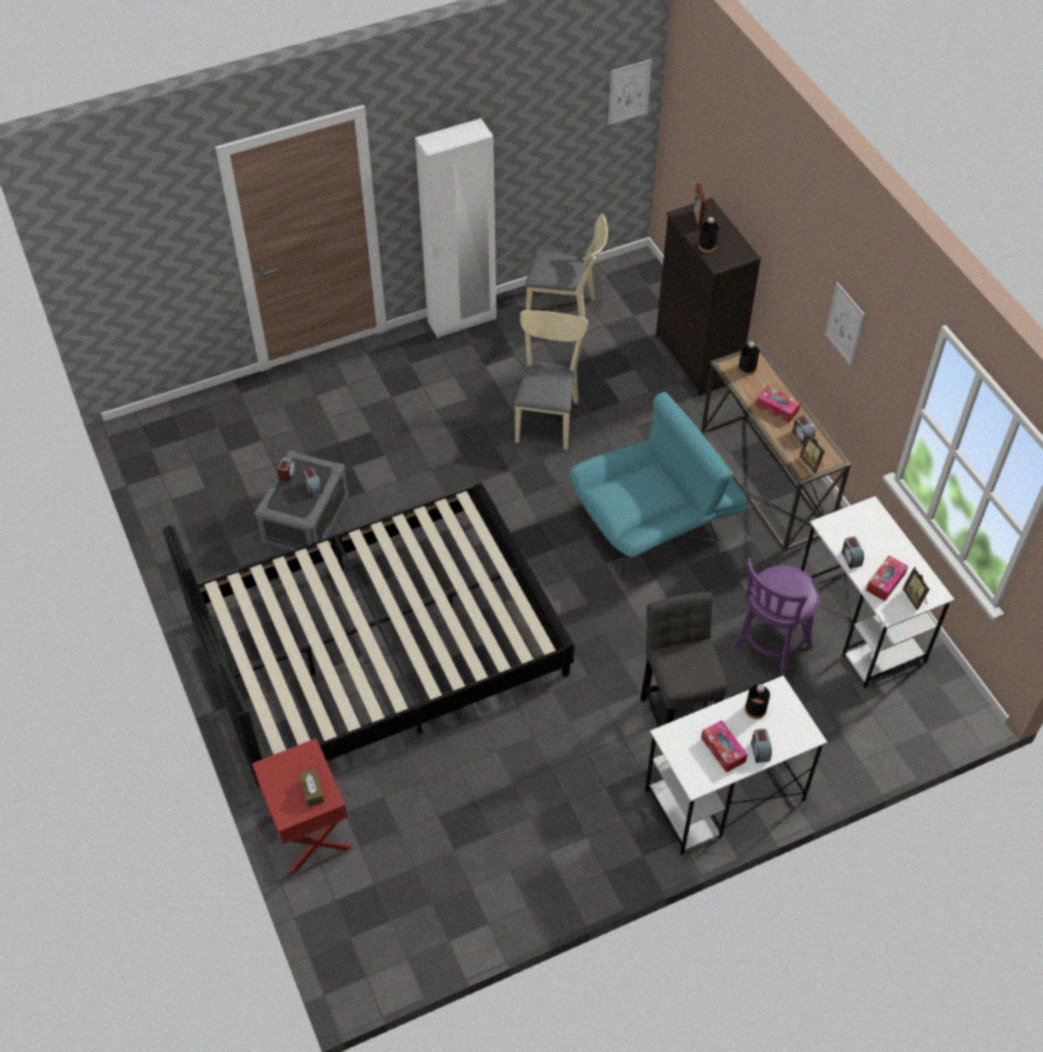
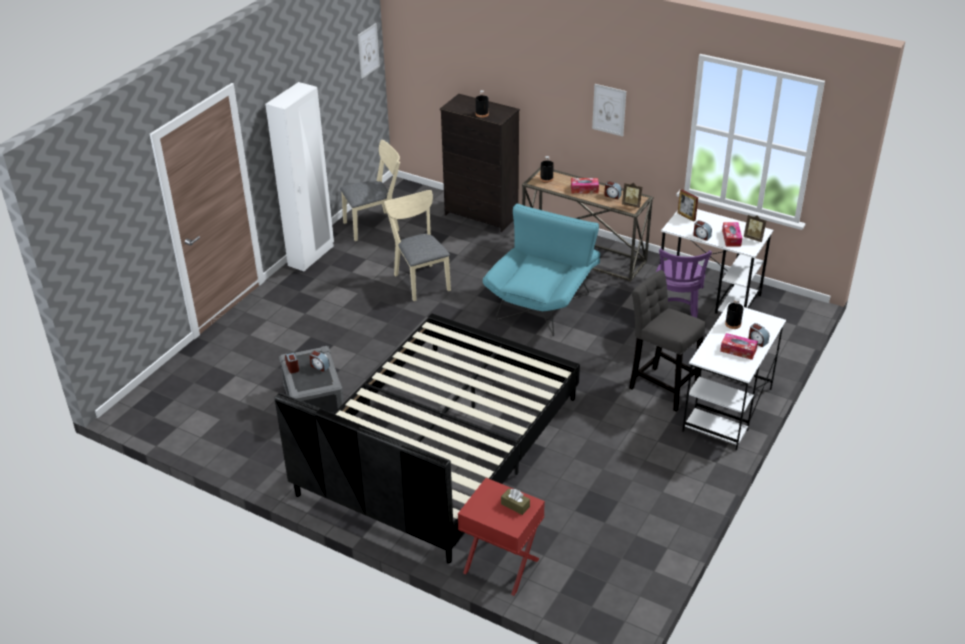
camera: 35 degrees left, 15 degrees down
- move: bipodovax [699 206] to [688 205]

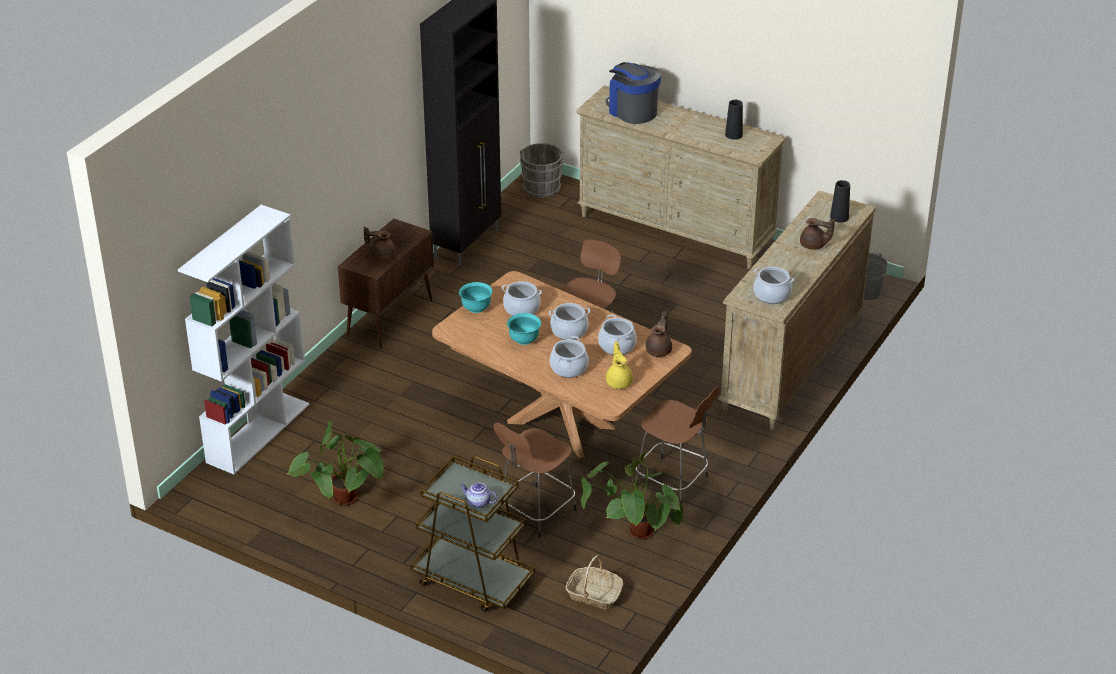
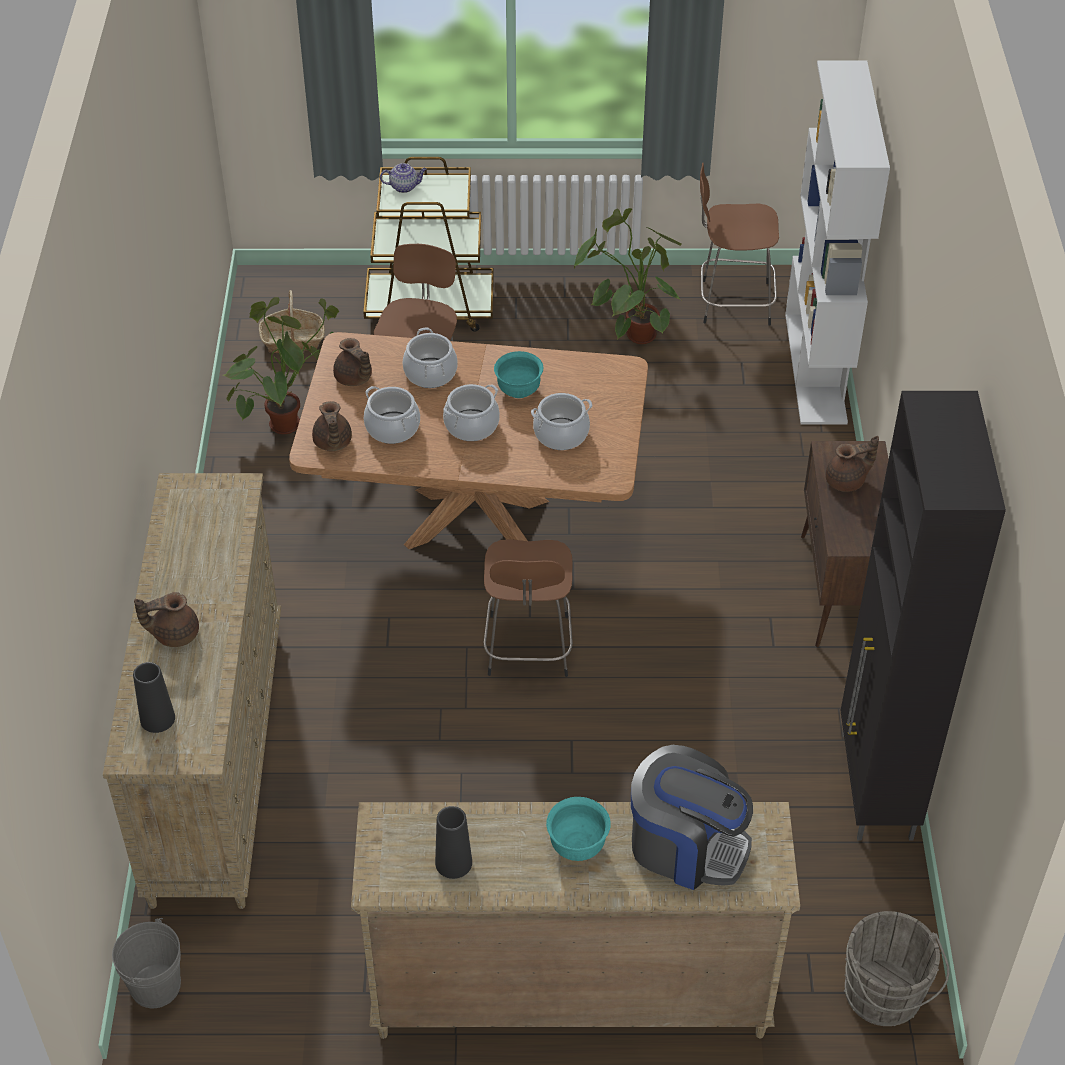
camera: 150 degrees right, 10 degrees up
- delete: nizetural [774 285]
- move: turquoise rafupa [476 297] to [578 829]
- recolor: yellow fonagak [619 365] to brown fonagak [352 362]
- move: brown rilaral [676 446] to [739 244]

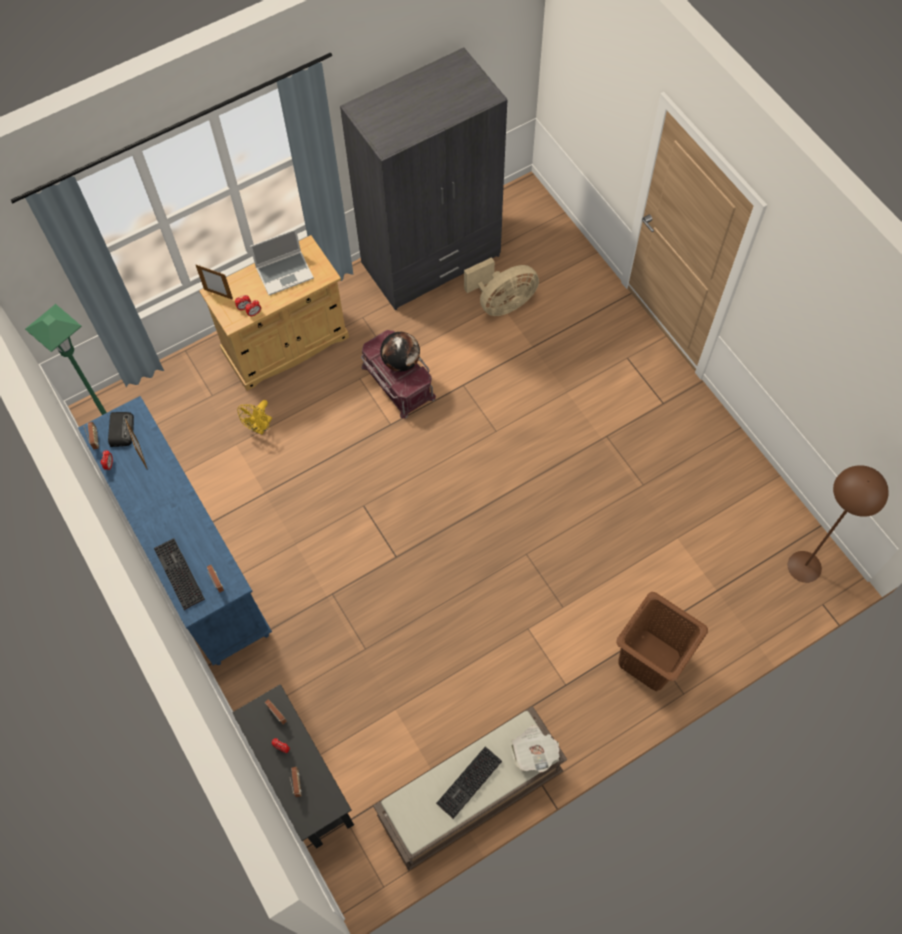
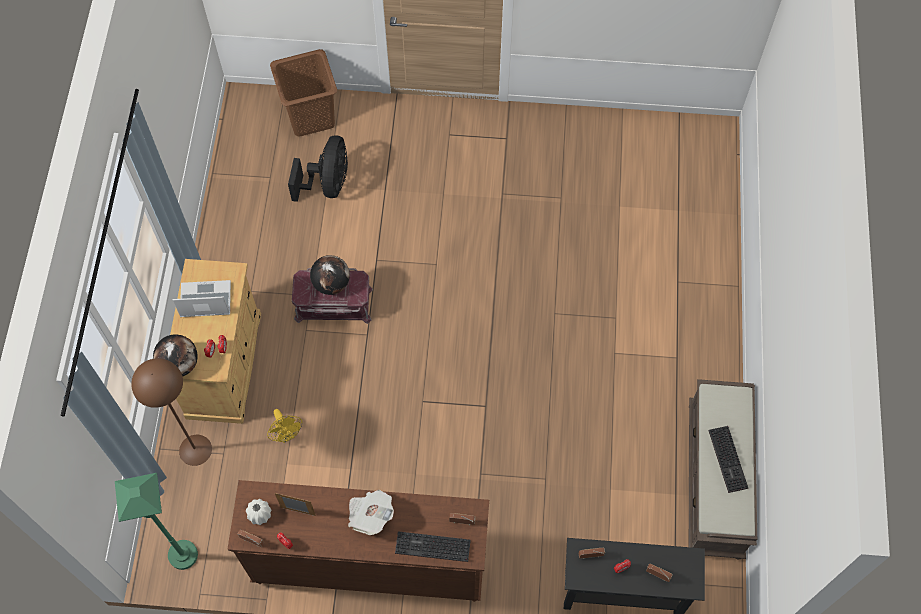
camera: 55 degrees left, 0 degrees up
- delete: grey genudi [423 178]
- rotate: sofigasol [282 262] = [201 298] 105 degrees counterclockwise
- recolor: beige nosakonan [501 286] to black nosakonan [318 168]
- replace: bipodovax [214 282] to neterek [175 355]
- recolor: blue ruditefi [175 530] to brown ruditefi [358 541]
- replace: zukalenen [121 429] to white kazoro [258 512]
- move: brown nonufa [838 524] to [171 412]
- move: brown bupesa [662 641] to [303 93]
- move: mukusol [535 749] to [371 512]

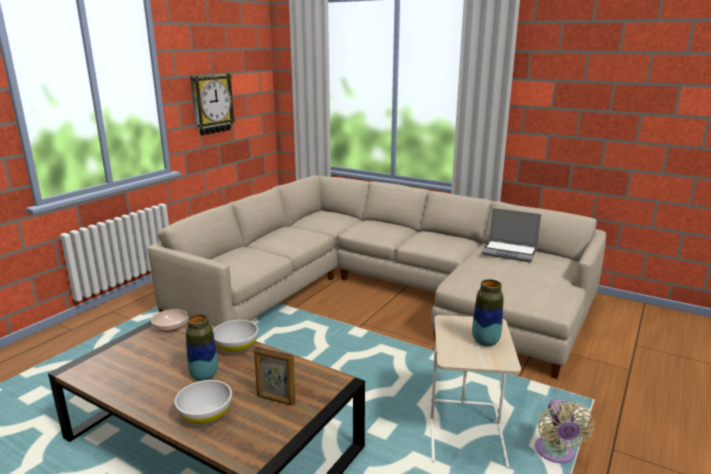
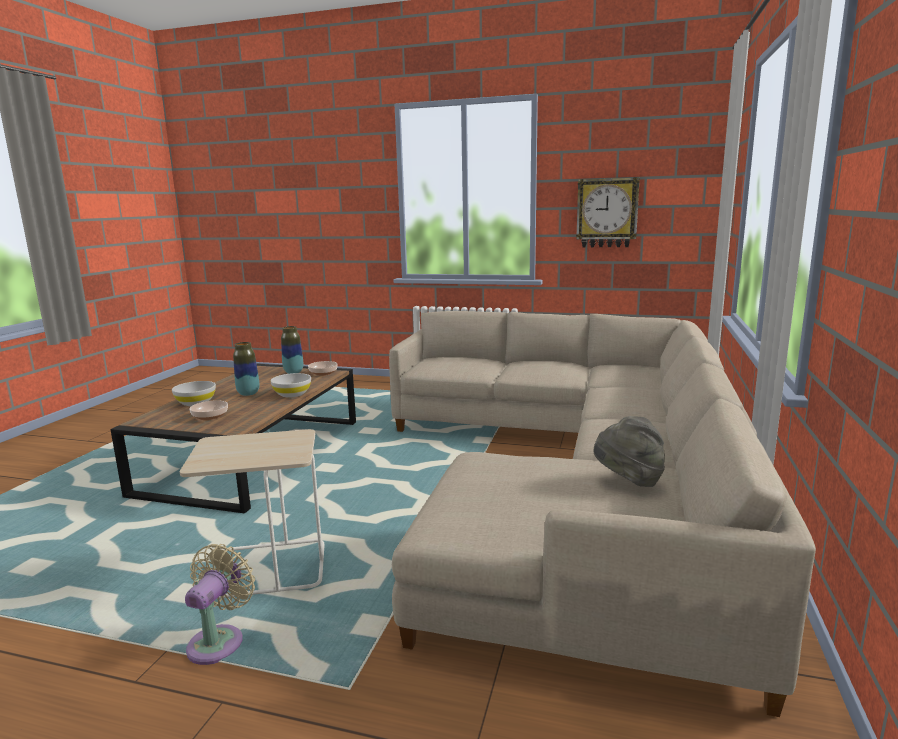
camera: 75 degrees right, 5 degrees down
- replace: sofigasol [511 235] to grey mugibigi [629 451]
- move: kazoro [488 312] to [292 350]
- replace: bipodovax [275 376] to rafupa [208 410]
- rotate: beige nosakonan [564 431] = [220 604] 120 degrees clockwise

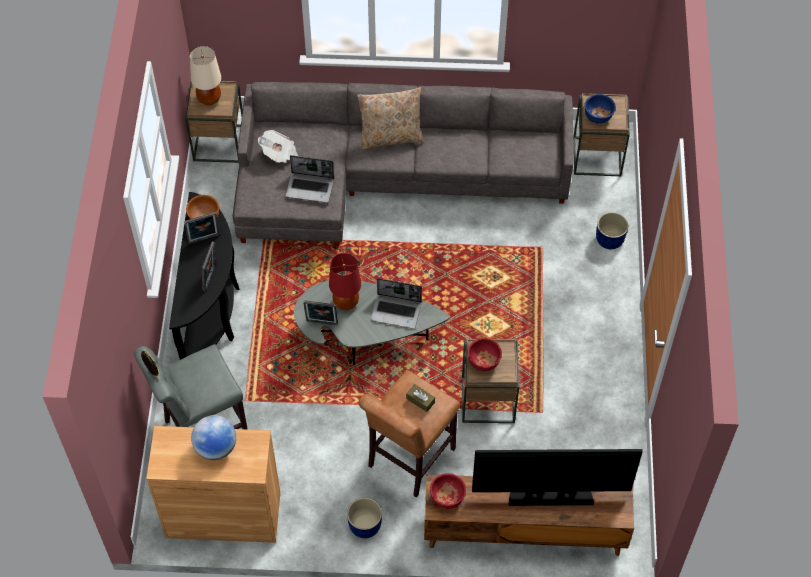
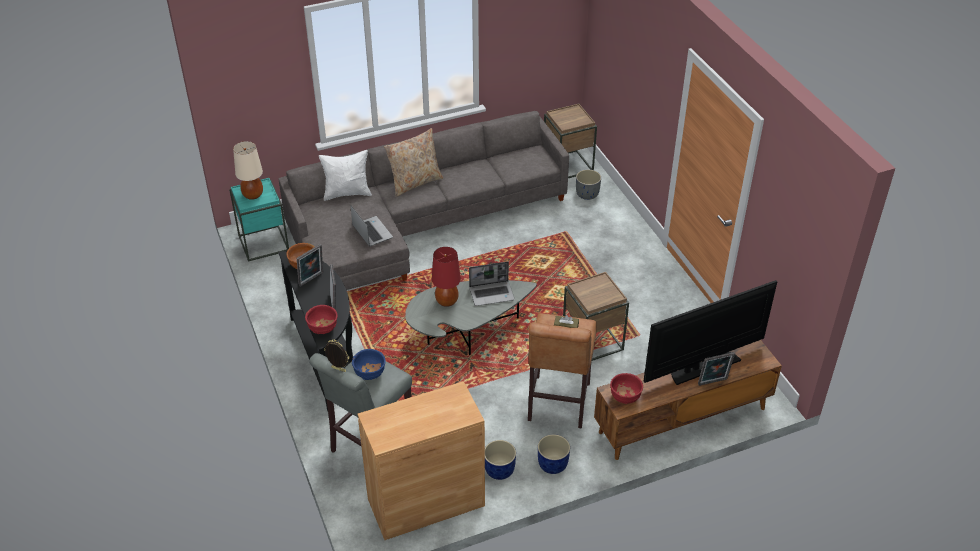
camera: 25 degrees left, 15 degrees down
- recolor: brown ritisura [214 122] to turquoise ritisura [259 220]
- move: blue rafupa [600 108] to [369 364]
- delete: mukusol [278 146]
- rotate: sofigasol [310 179] = [371 226] 105 degrees counterclockwise
- move: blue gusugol [612 230] to [500 460]
- move: bipodovax [320 312] to [716 369]
- move: red rafupa [485 354] to [321 319]
- delete: neterek [213 437]
- insert: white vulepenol [345 175]
- insert: grey gusugol [588 184]

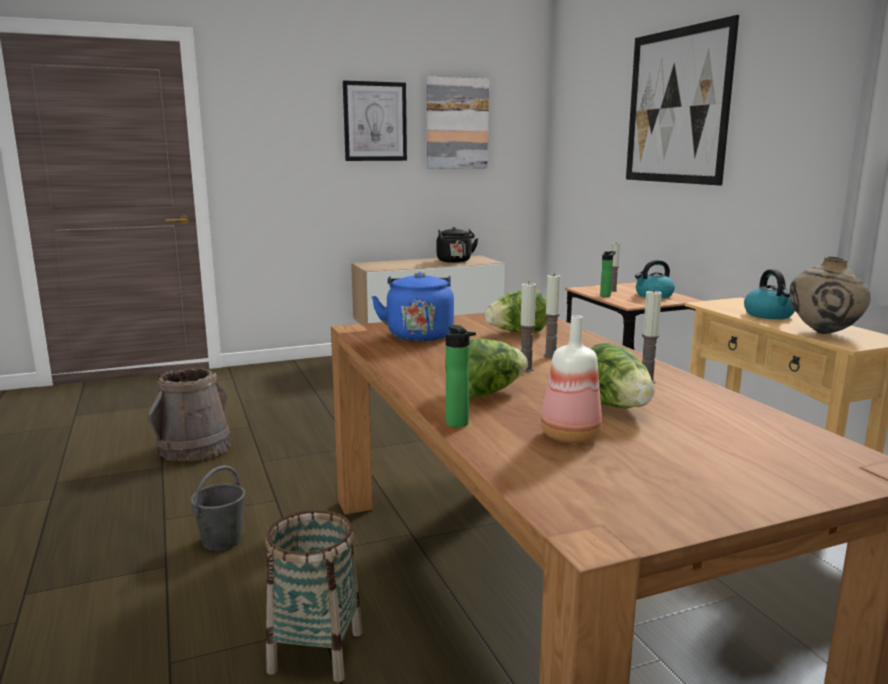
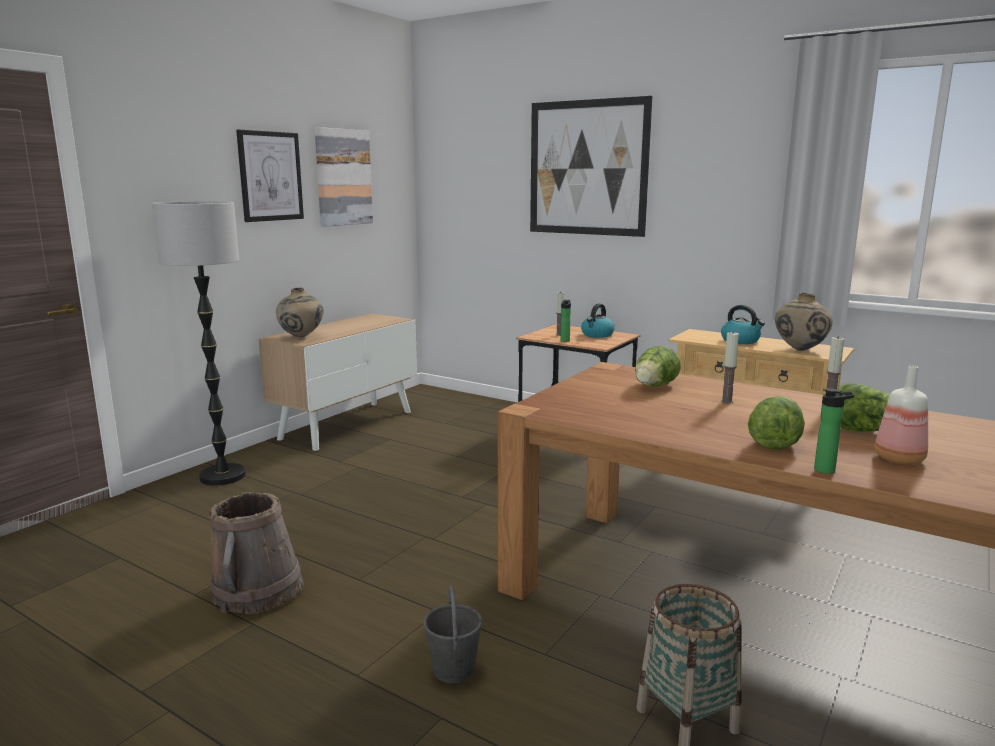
camera: 35 degrees left, 0 degrees up
- delete: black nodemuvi [457 245]
- delete: blue nodemuvi [412 307]
- delete: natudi [528 326]
- insert: nonufa [199 343]
- insert: beige kazoro [300 312]

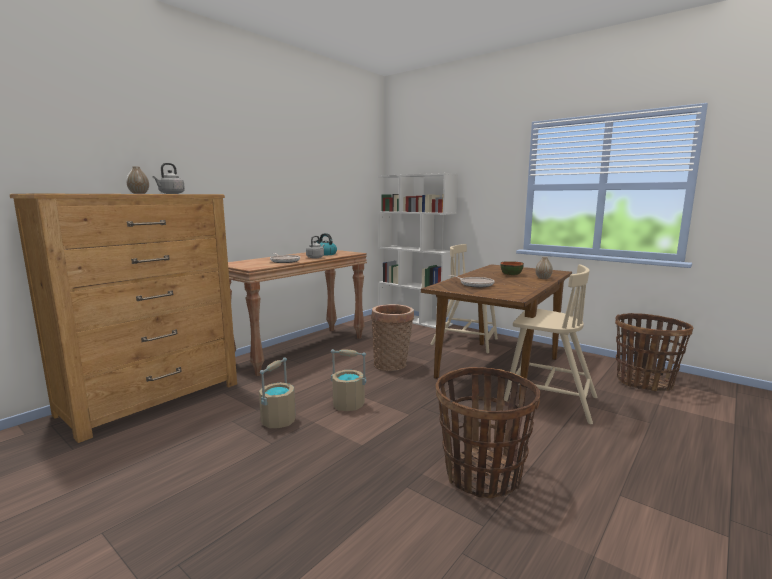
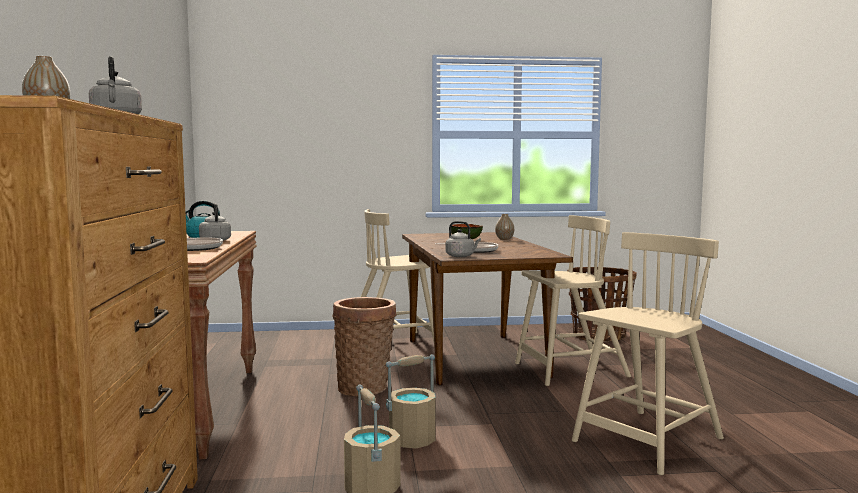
camera: 45 degrees left, 5 degrees down
- delete: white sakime [418 251]
- replace: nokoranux [488 432] to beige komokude [648 353]
- insert: grey nodemuvi [463 239]

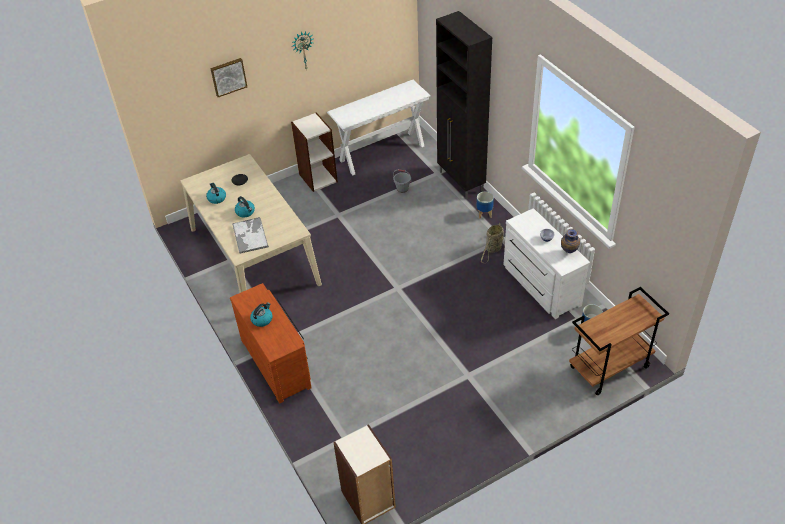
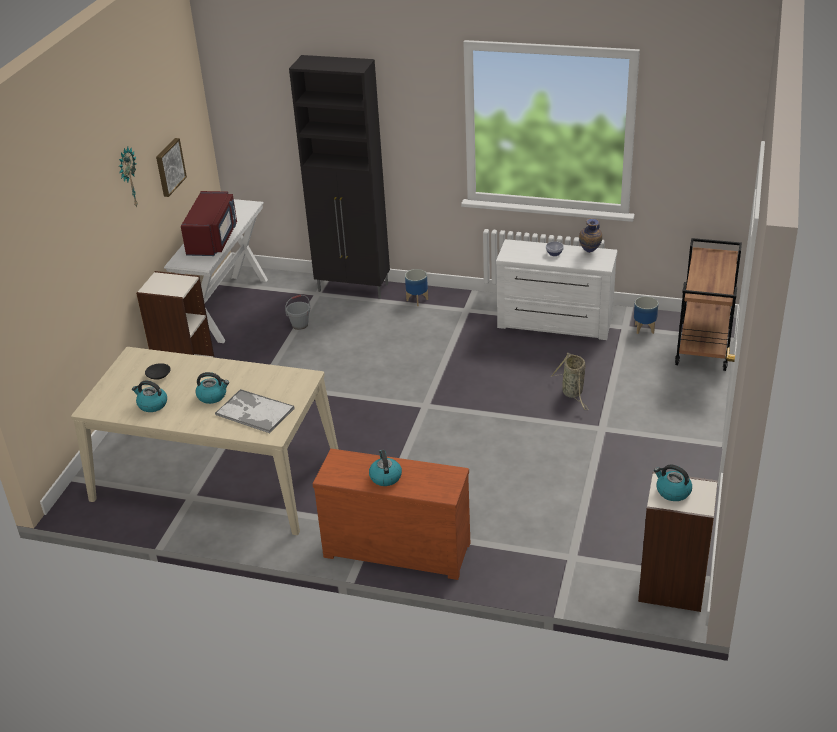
camera: 45 degrees left, 10 degrees down
- move: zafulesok [228 77] to [171 167]
- move: nokoranux [492 242] to [570 381]
- insert: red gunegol [209 223]
- insert: nodemuvi [673 483]

